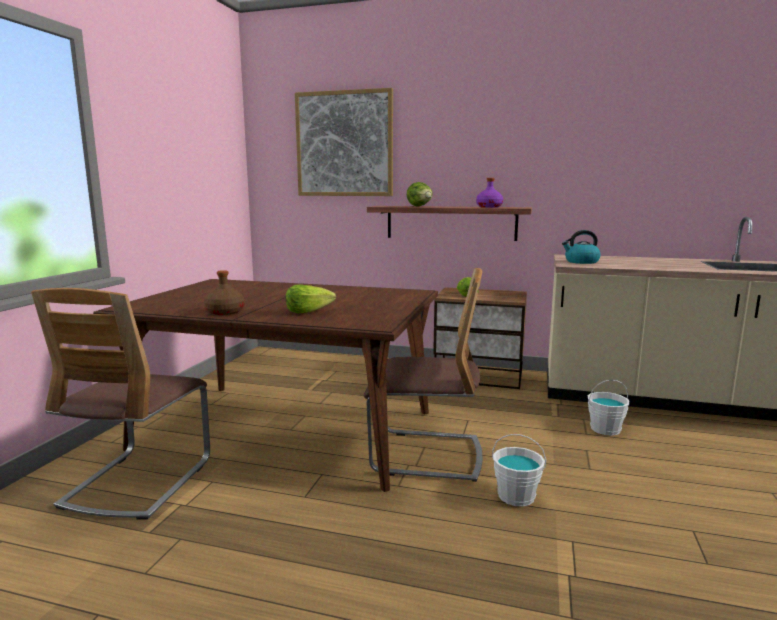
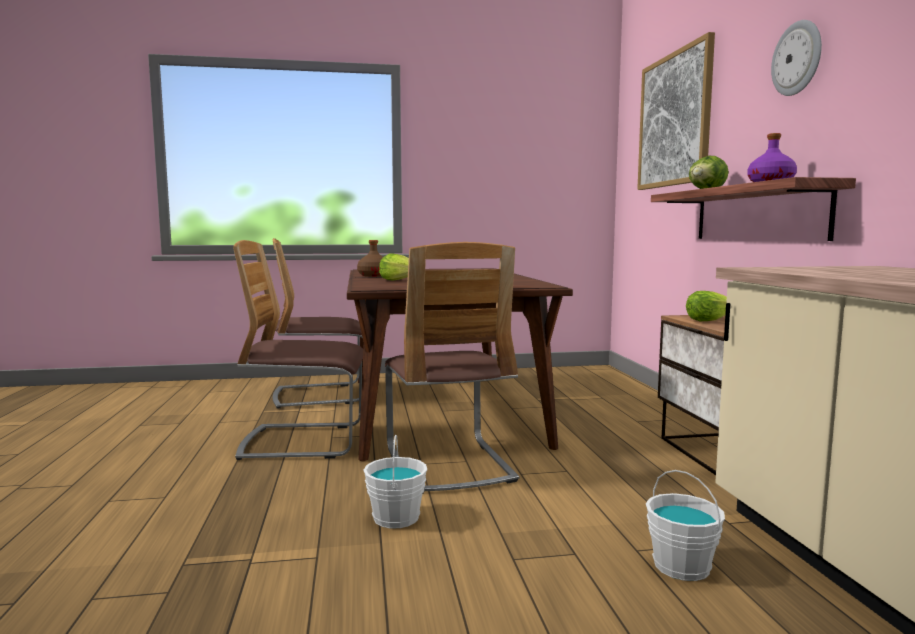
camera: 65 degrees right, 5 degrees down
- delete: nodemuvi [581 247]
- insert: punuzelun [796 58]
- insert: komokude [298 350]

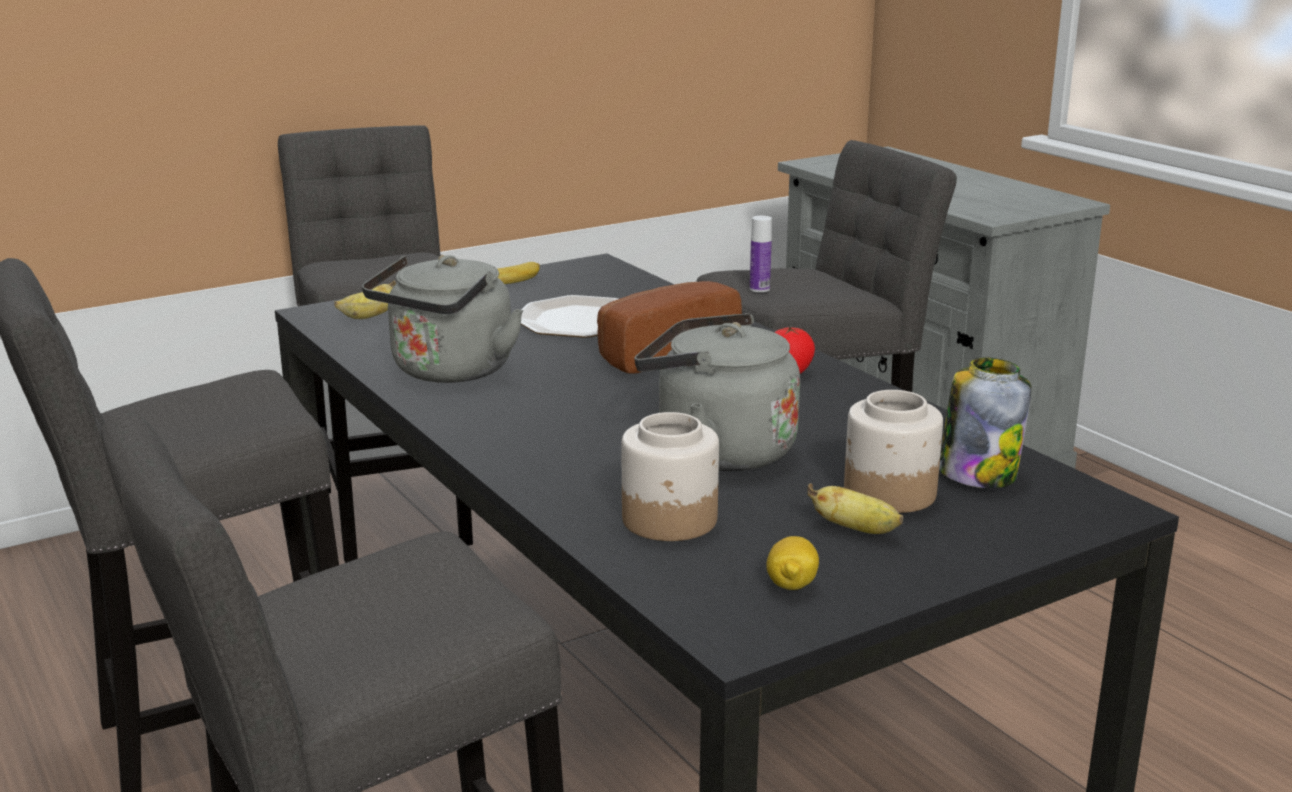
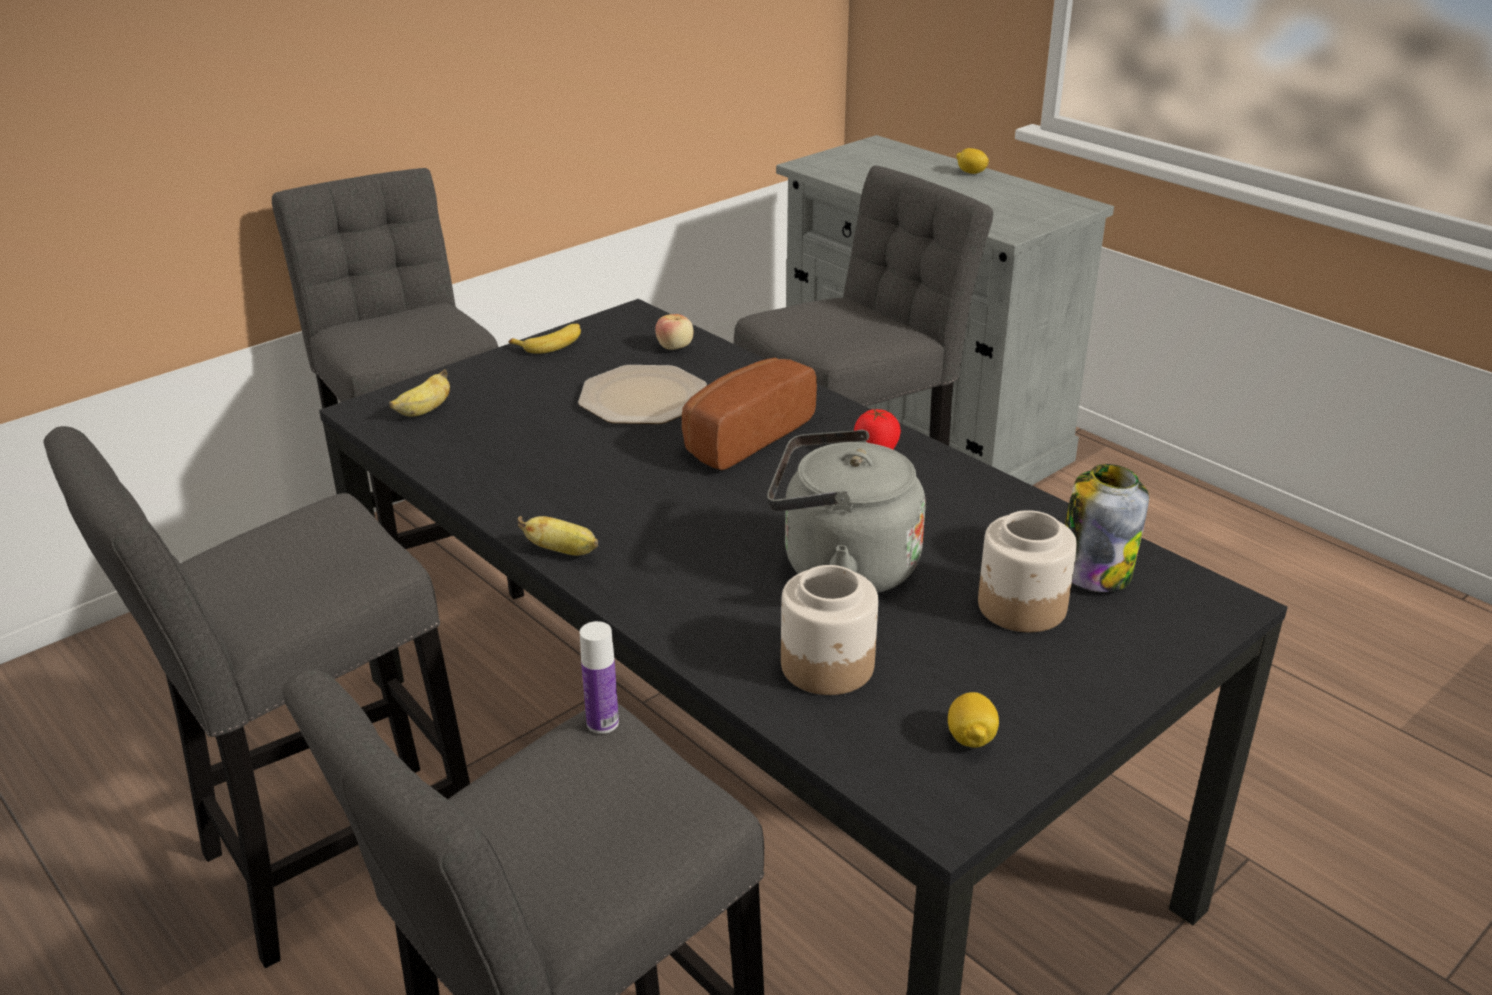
camera: 10 degrees left, 10 degrees up
- move: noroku [761 254] to [599 677]
- delete: grey nodemuvi [442 319]
- move: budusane [855 508] to [558 535]
- insert: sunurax [972 161]
- insert: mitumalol [674 332]

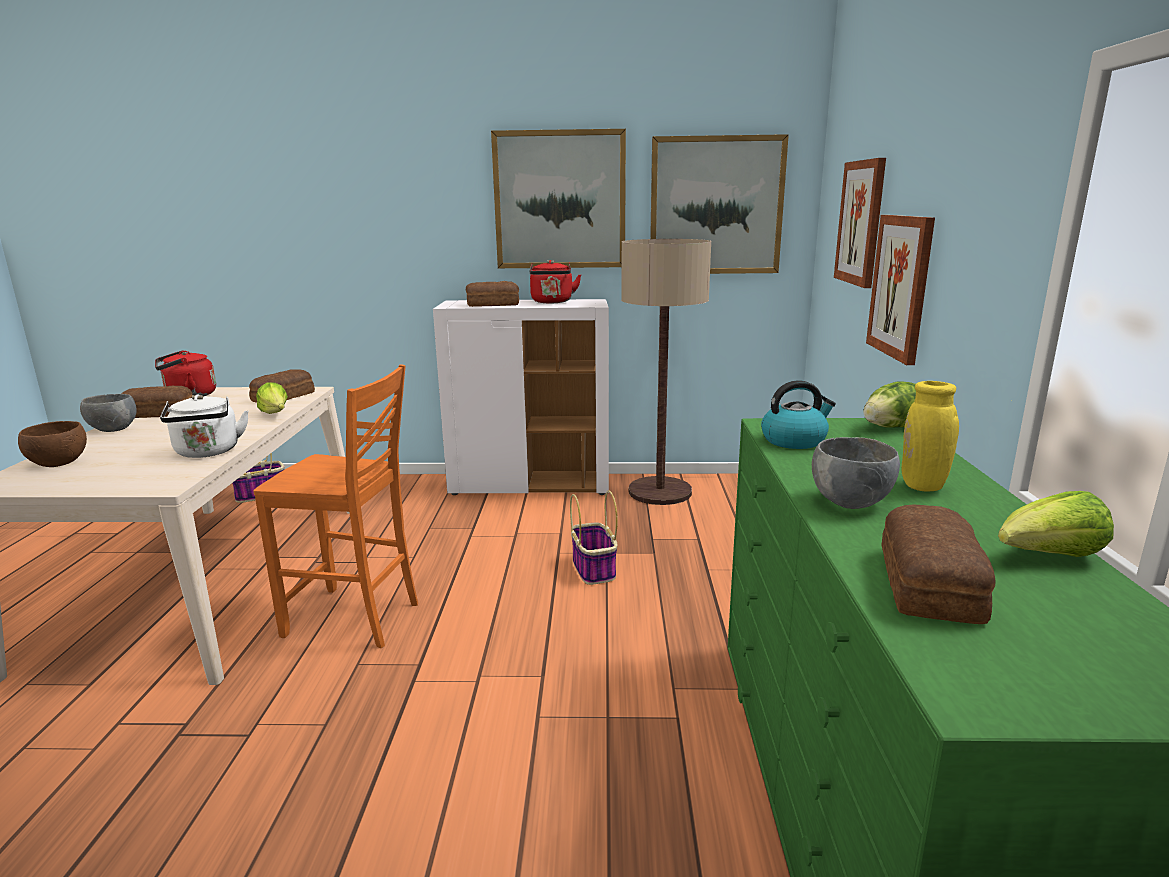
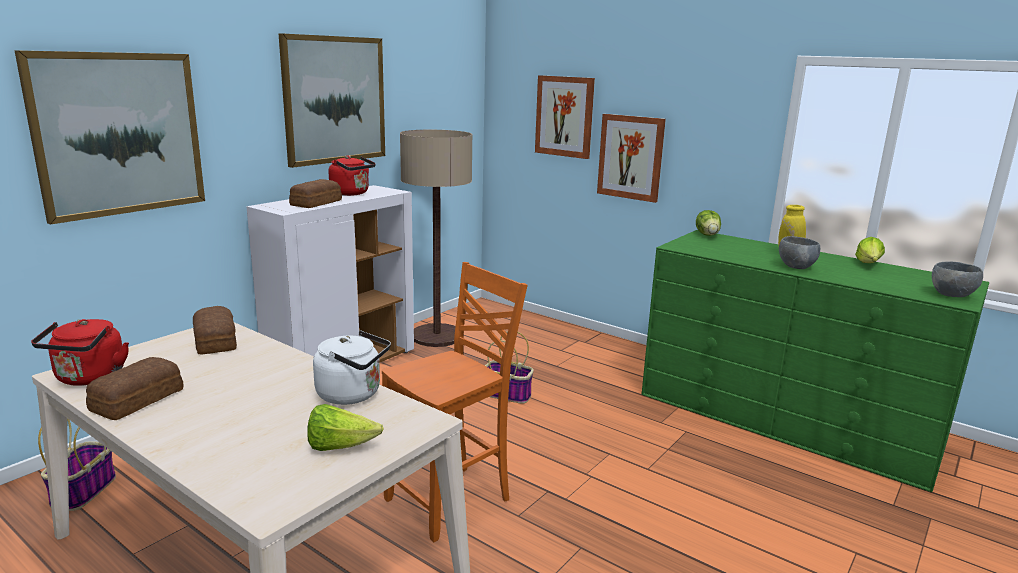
camera: 55 degrees left, 0 degrees up
- move: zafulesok [719 204] to [109 137]
- delete: nodemuvi [798 414]
- move: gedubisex [272 398] to [345 427]
- move: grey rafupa [108 413] to [957 279]
- delete: brown rafupa [52 444]
- delete: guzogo [938 564]

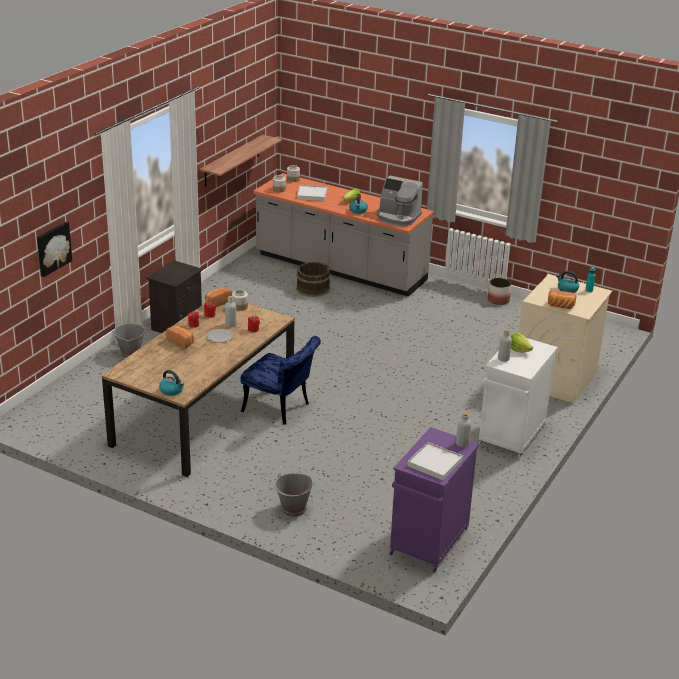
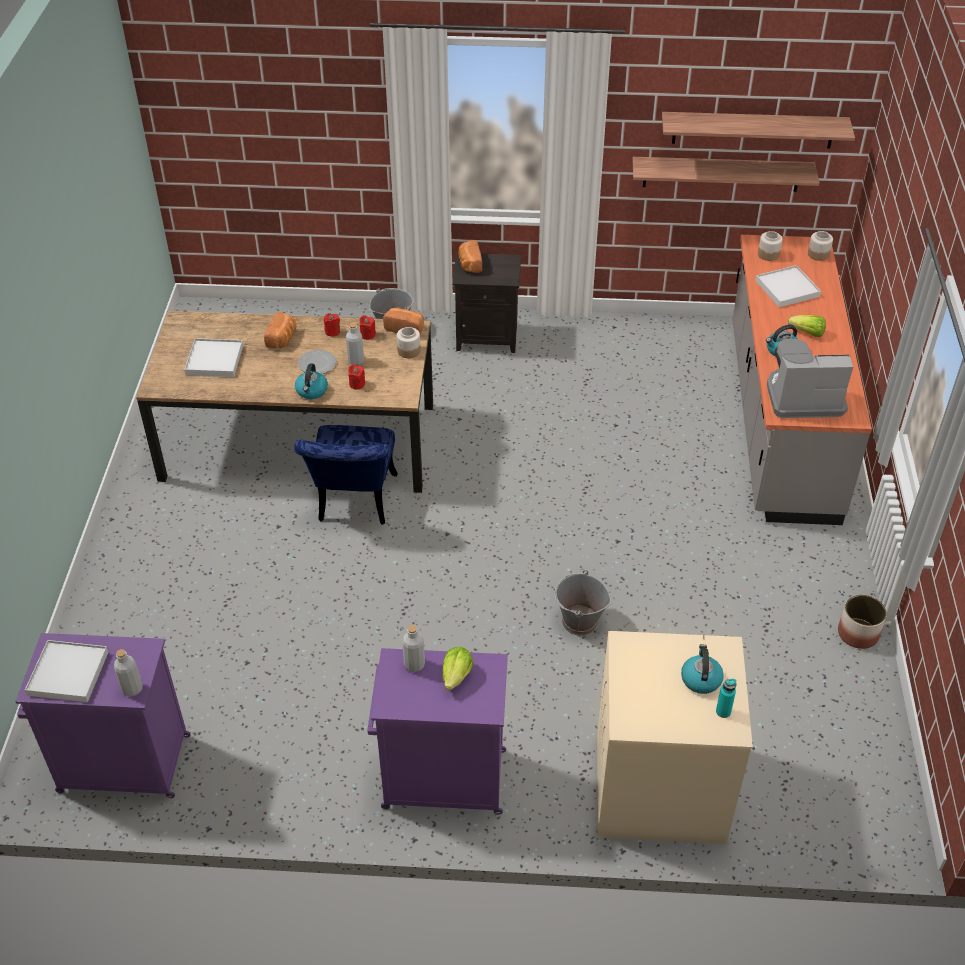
camera: 65 degrees right, 15 degrees up
- rotate: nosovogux [400 201] = [810 378] 90 degrees clockwise
- delete: zafulesok [54 249]
- delete: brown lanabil [313 279]
- move: guzogo [562 299] to [470 256]
- recolor: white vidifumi [518 398] to purple vidifumi [437 731]
- move: nodemuvi [171 383] to [311 381]
- move: grey lanabil [293 495] to [582 603]
- insert: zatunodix [758 130]
- insert: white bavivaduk [213 357]

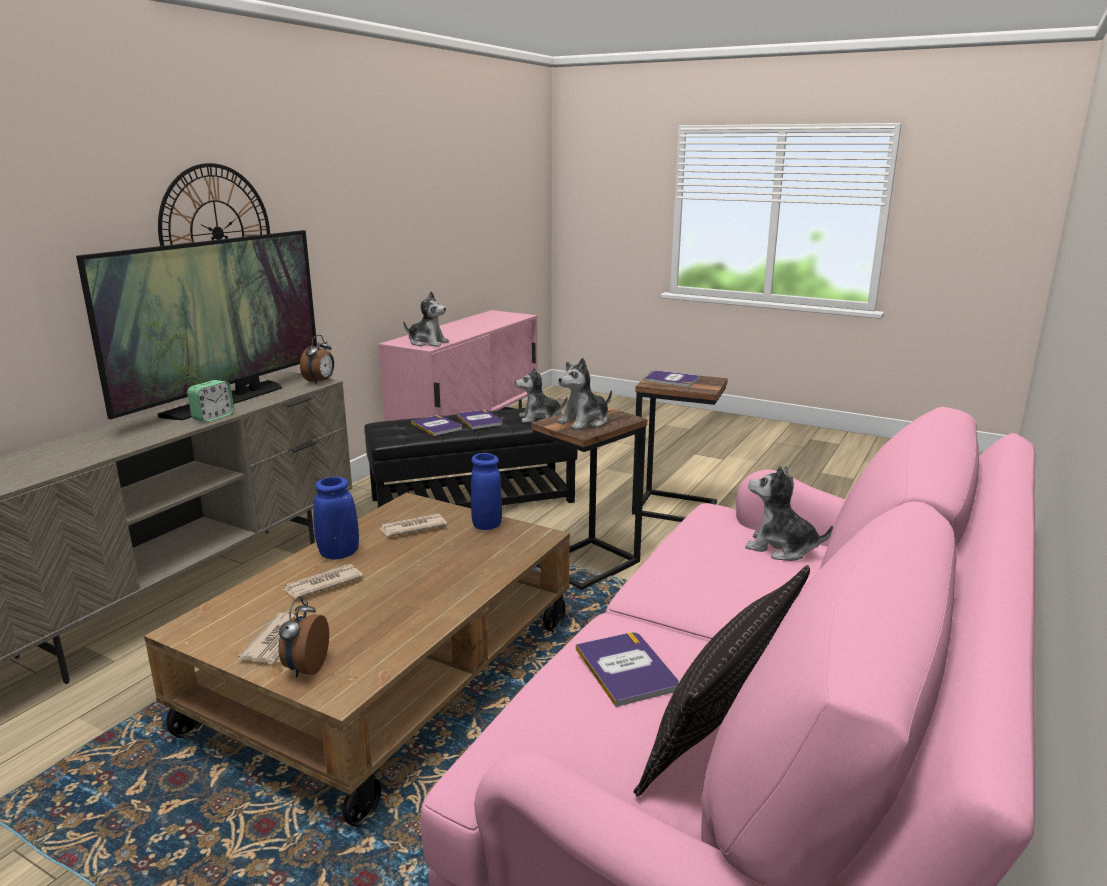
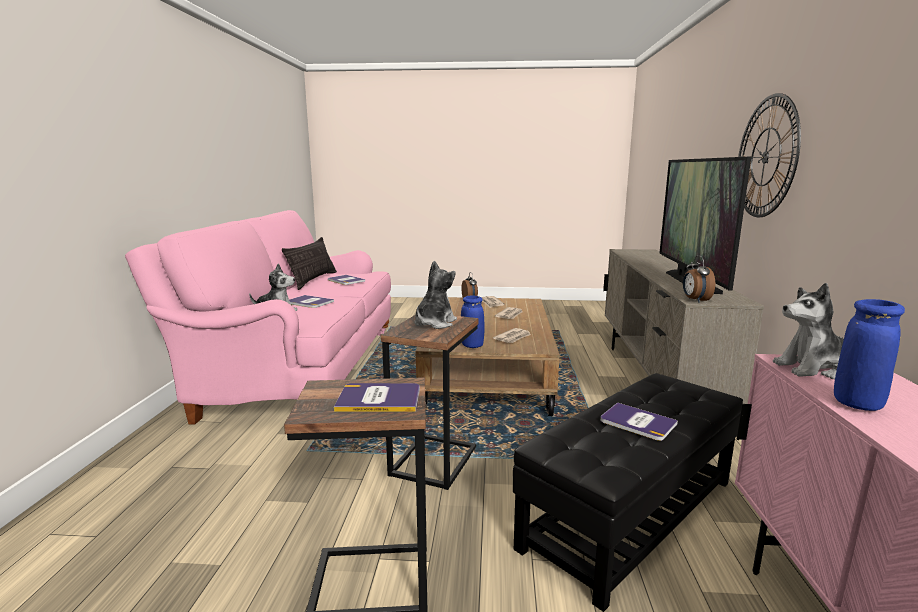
camera: 155 degrees right, 5 degrees down
- delete: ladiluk [541 395]
- delete: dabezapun [210 401]
- move: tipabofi [436 425] to [311 301]
- move: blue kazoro [336 518] to [869 355]

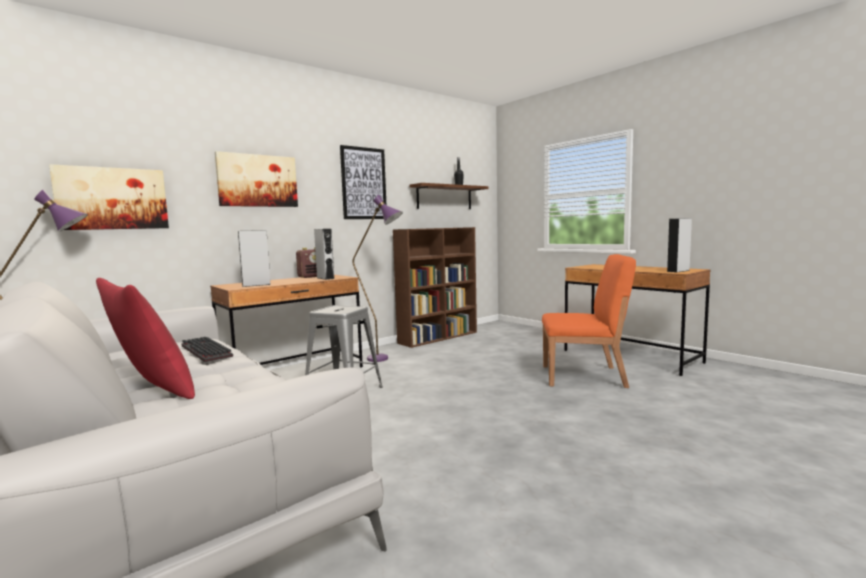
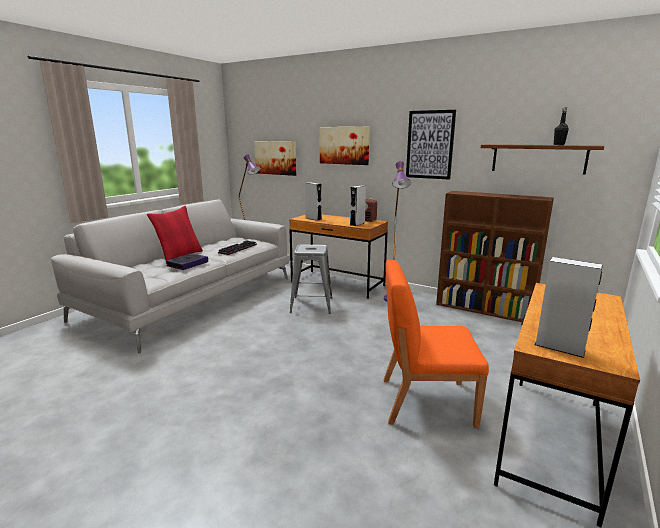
camera: 70 degrees right, 10 degrees up
- rotate: orange komokude [589 321] = [436 344] 105 degrees clockwise
- insert: tipabofi [187 261]

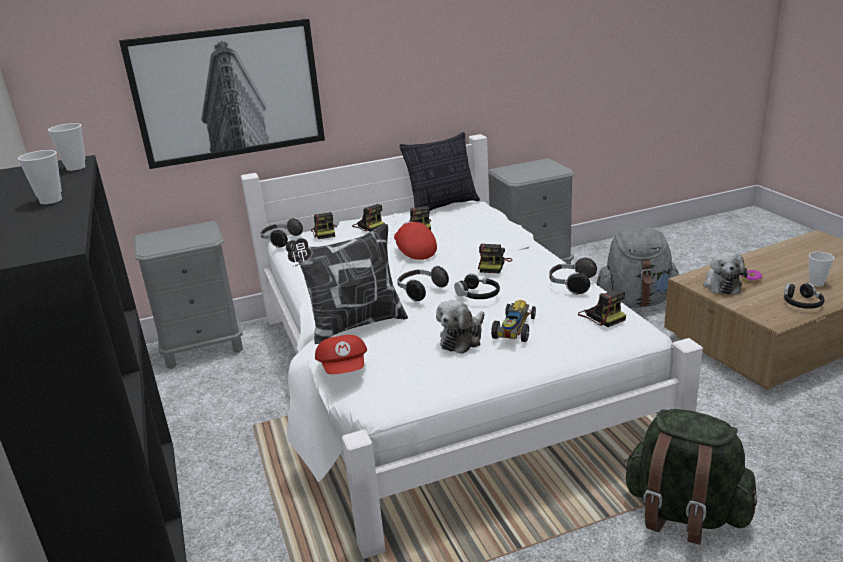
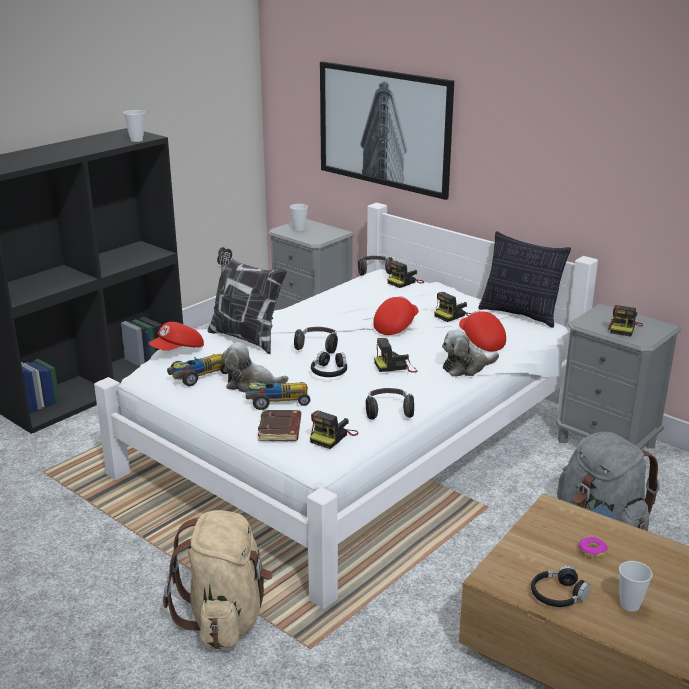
camera: 60 degrees right, 0 degrees up
- move: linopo [40 177] to [299 217]
- move: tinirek [368 218] to [625 321]
- move: ladiluk [725 273] to [470 353]
- recolor: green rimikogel [690 477] to beige rimikogel [218 579]
- insert: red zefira [482 331]
- insert: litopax [197 370]
- insert: brown tipabofi [279 425]

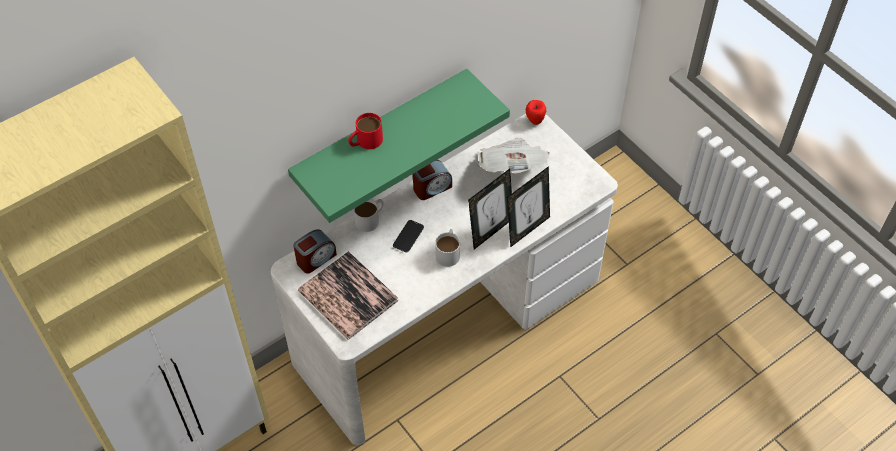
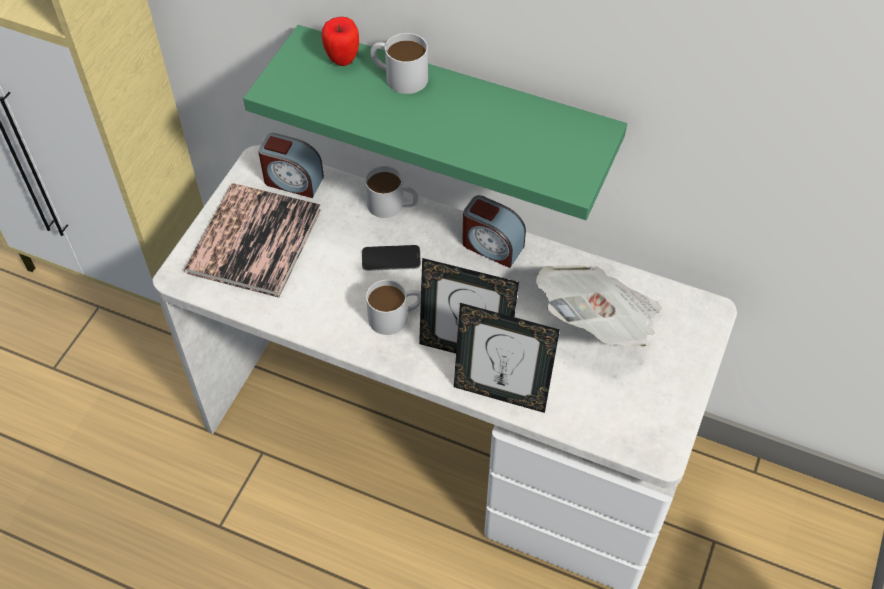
camera: 60 degrees right, 0 degrees up
- move: mitumalol [536 112] to [340 41]
- recolor: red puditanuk [365 131] to white puditanuk [399 63]

